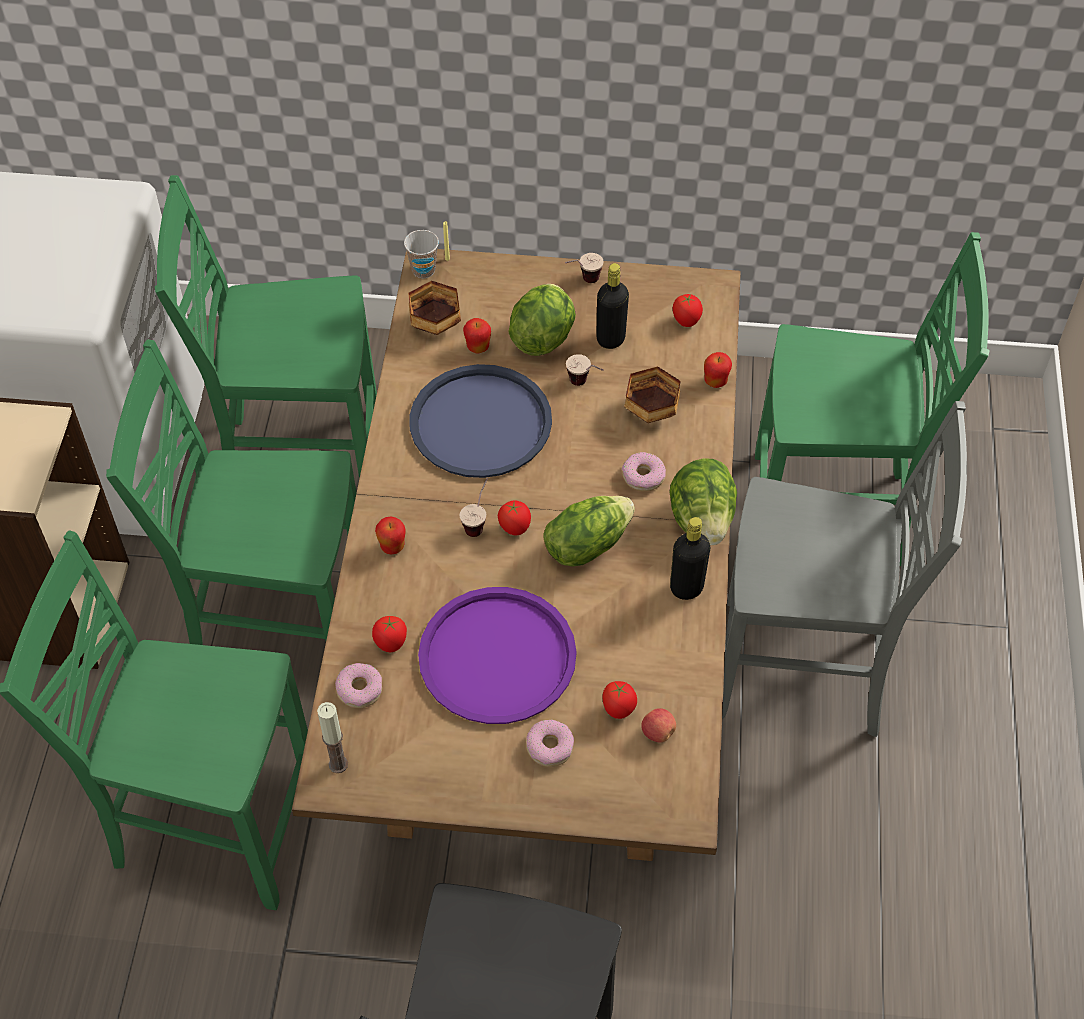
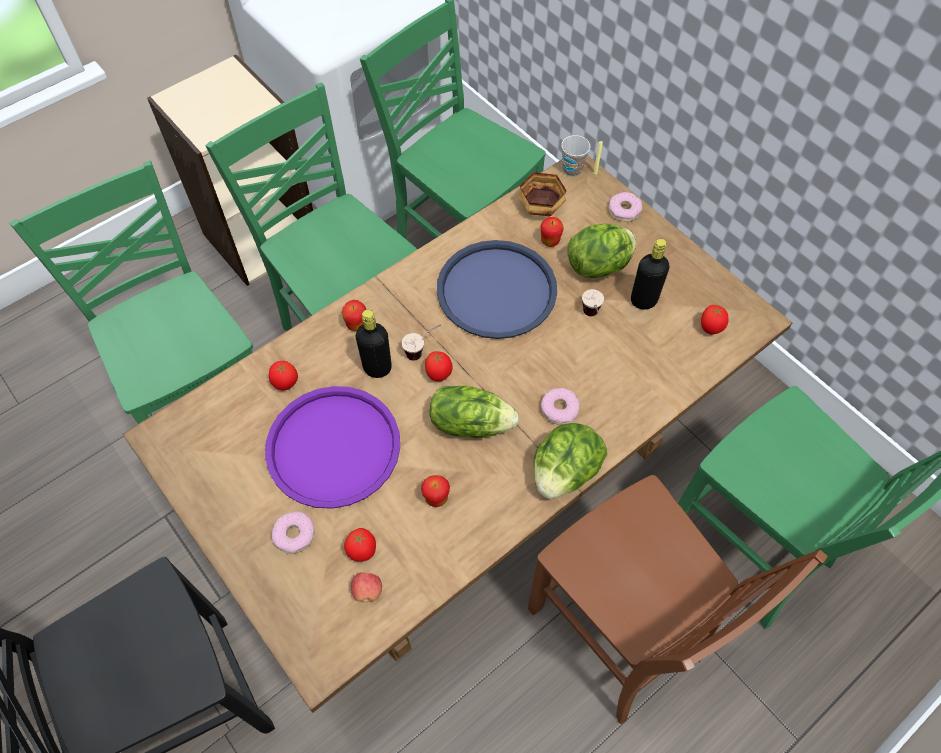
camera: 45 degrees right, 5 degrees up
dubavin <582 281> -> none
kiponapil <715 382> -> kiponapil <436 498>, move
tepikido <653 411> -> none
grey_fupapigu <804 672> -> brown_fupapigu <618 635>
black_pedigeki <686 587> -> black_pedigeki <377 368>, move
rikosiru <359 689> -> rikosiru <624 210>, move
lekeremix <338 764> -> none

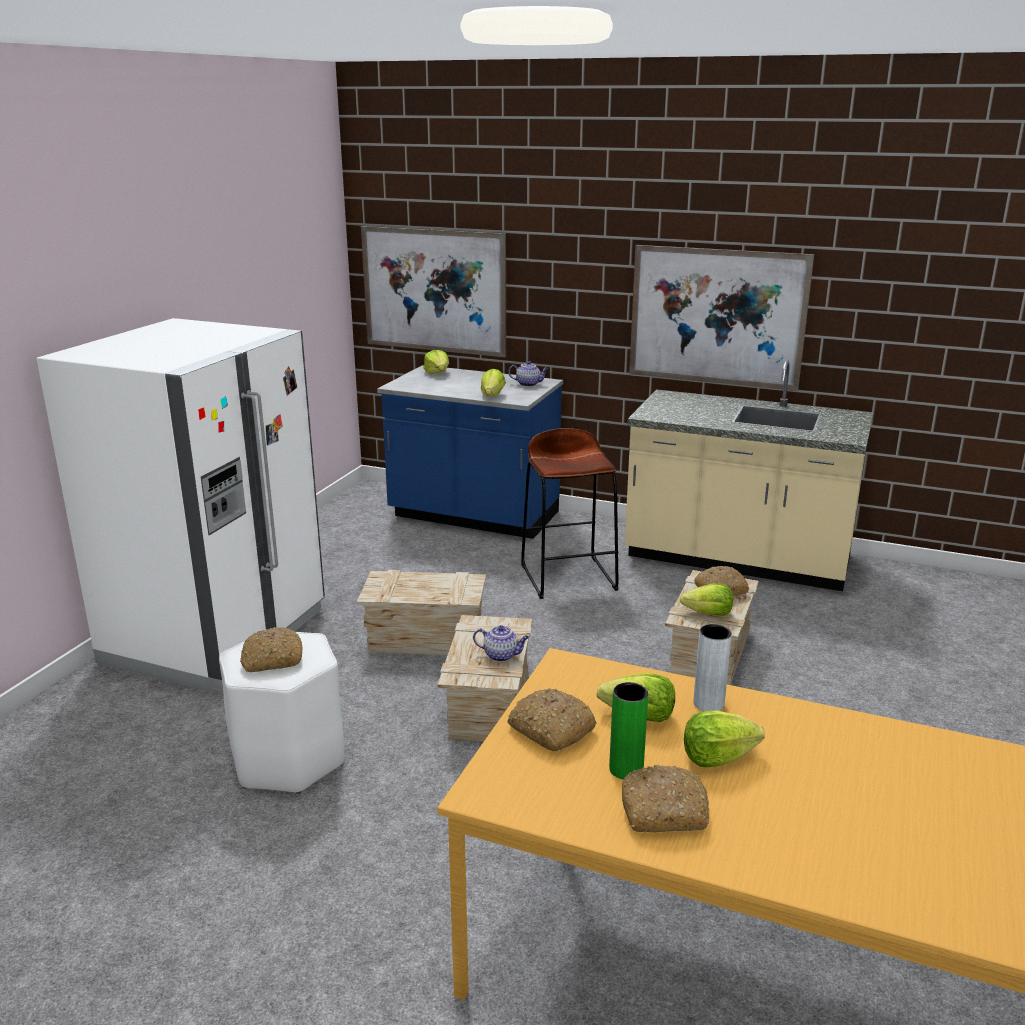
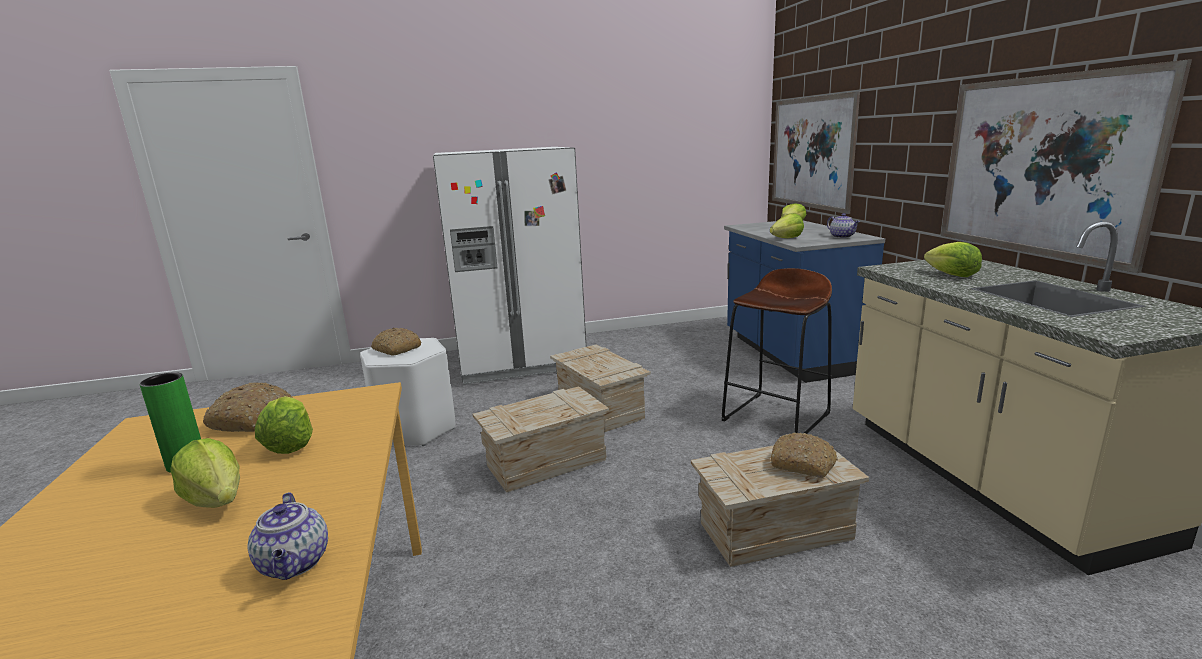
camera: 55 degrees right, 5 degrees down
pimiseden <708 613> -> pimiseden <951 275>, move
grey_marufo <708 704> -> none
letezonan <501 655> -> letezonan <295 564>, move
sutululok <665 810> -> none

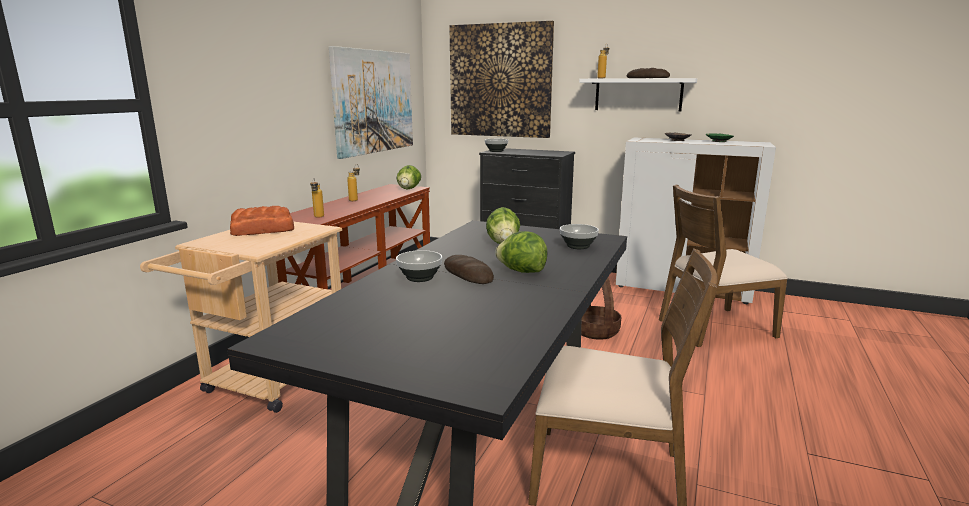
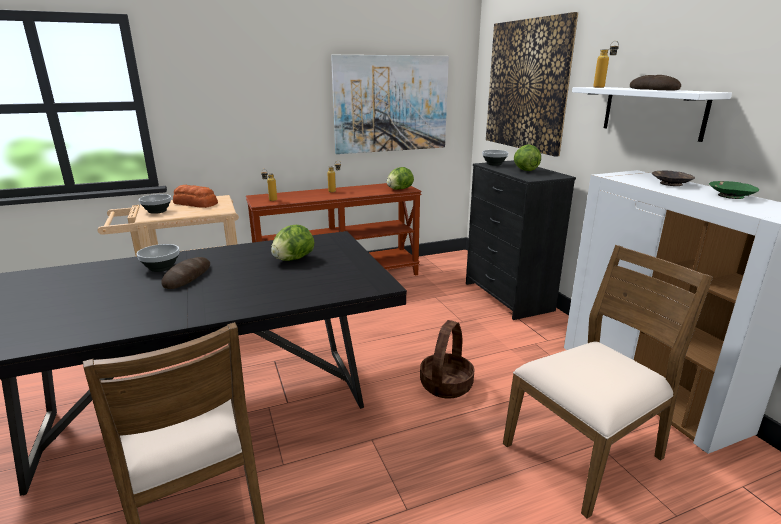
camera: 45 degrees right, 5 degrees up
brown_fupapigu <714 327> -> brown_fupapigu <585 452>, 120 degrees clockwise
tepikido <577 246> -> tepikido <157 211>, move
pimiseden <521 271> -> pimiseden <525 170>, move

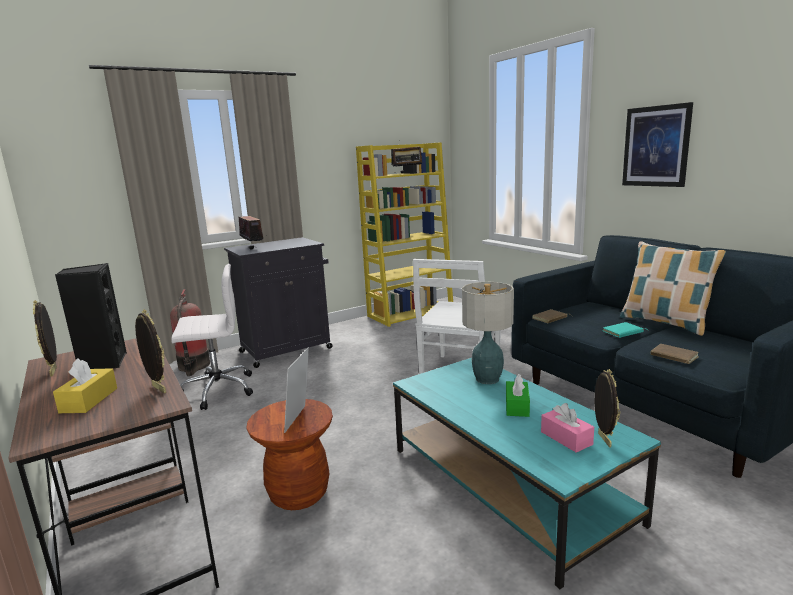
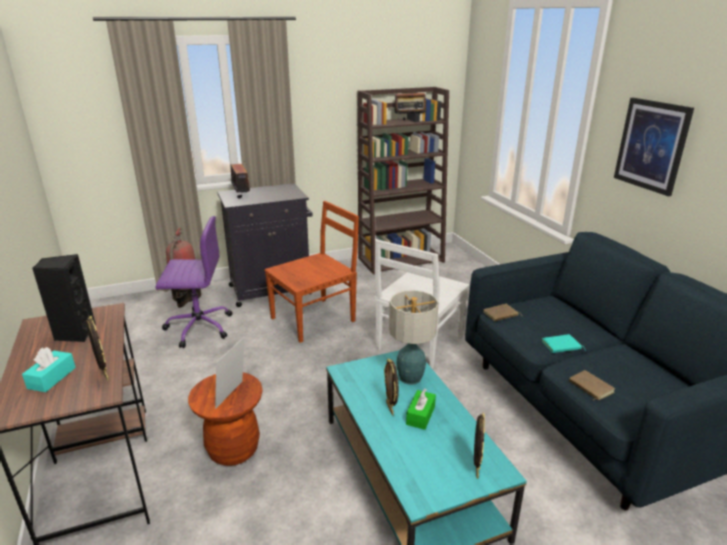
camera: 10 degrees right, 10 degrees up
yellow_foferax <411 313> -> brown_foferax <401 259>
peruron <665 323> -> none
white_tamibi <216 390> -> purple_tamibi <198 327>
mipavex <55 371> -> mipavex <390 408>, move
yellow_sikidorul <89 400> -> turquoise_sikidorul <52 378>
pink_sikidorul <566 438> -> none
none -> brown_fupapigu <315 319>

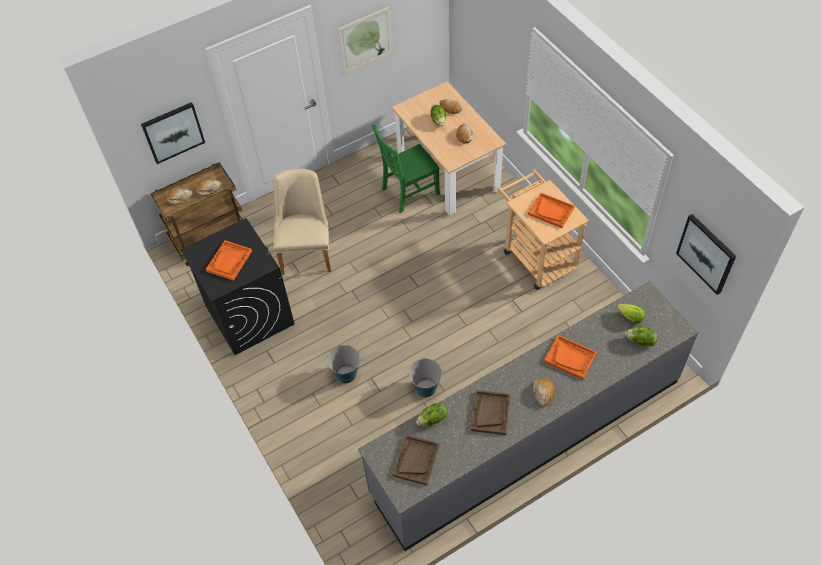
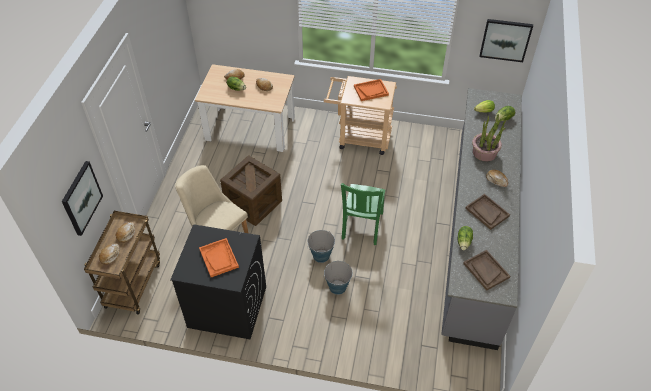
camera: 50 degrees left, 5 degrees down
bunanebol <365 41> -> none
green_fupapigu <408 192> -> green_fupapigu <362 227>, move
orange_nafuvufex <570 358> -> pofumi <484 152>
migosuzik <425 388> -> migosuzik <321 255>, move
none -> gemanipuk <253 204>

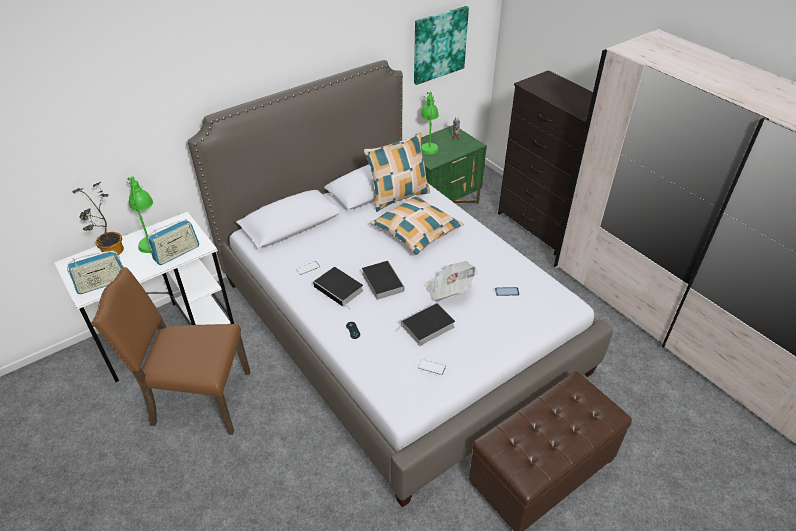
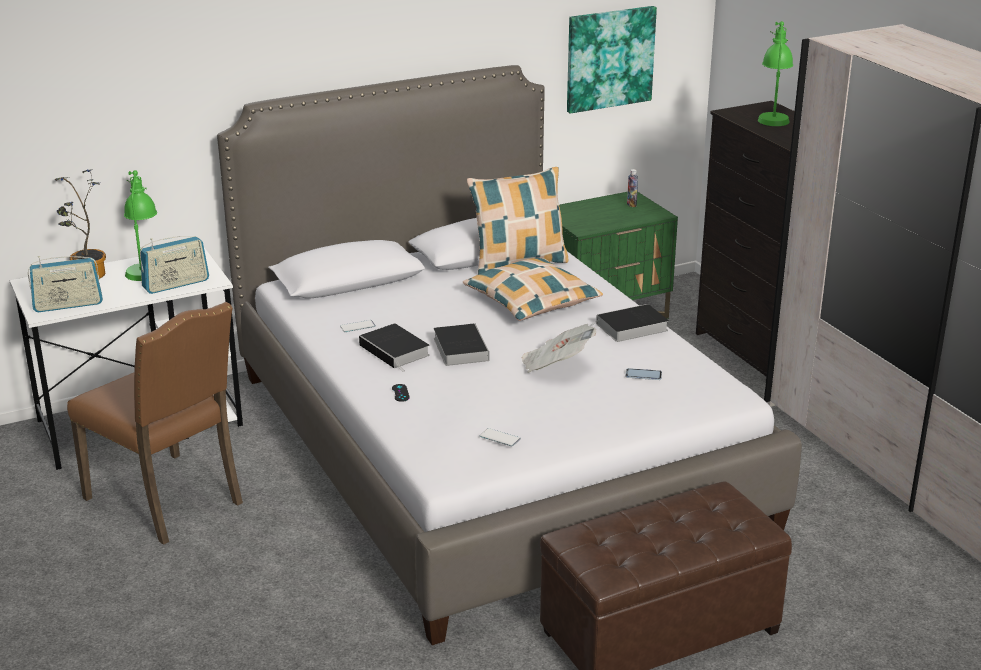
camera: 10 degrees right, 15 degrees down
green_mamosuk <428 145> -> green_mamosuk <772 116>, move
brown_fupapigu <198 400> -> brown_fupapigu <168 500>, 150 degrees counterclockwise
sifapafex <426 327> -> sifapafex <630 328>, move

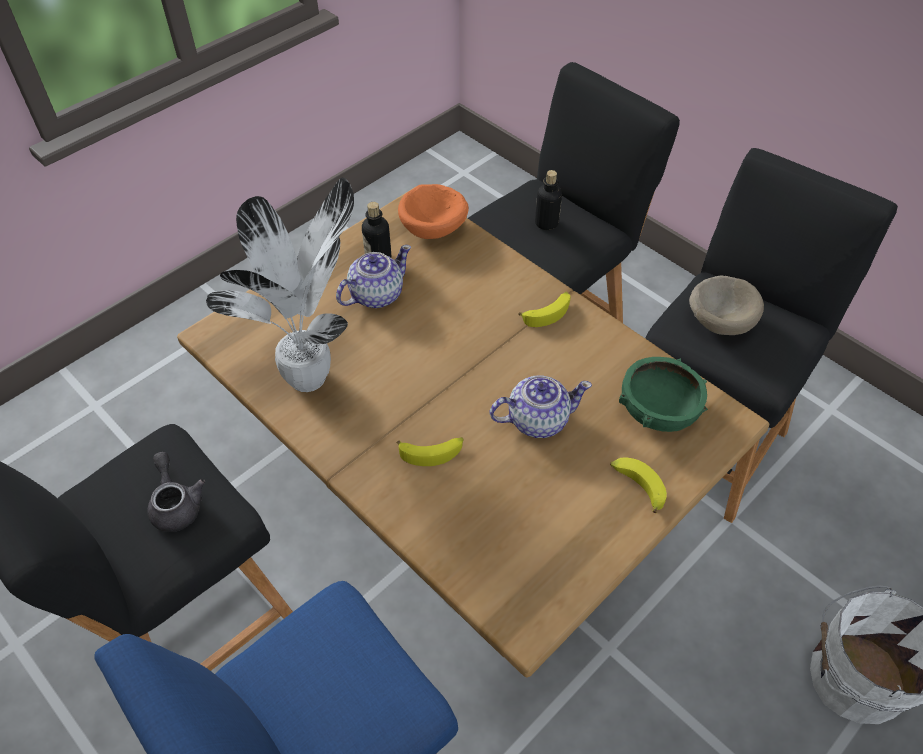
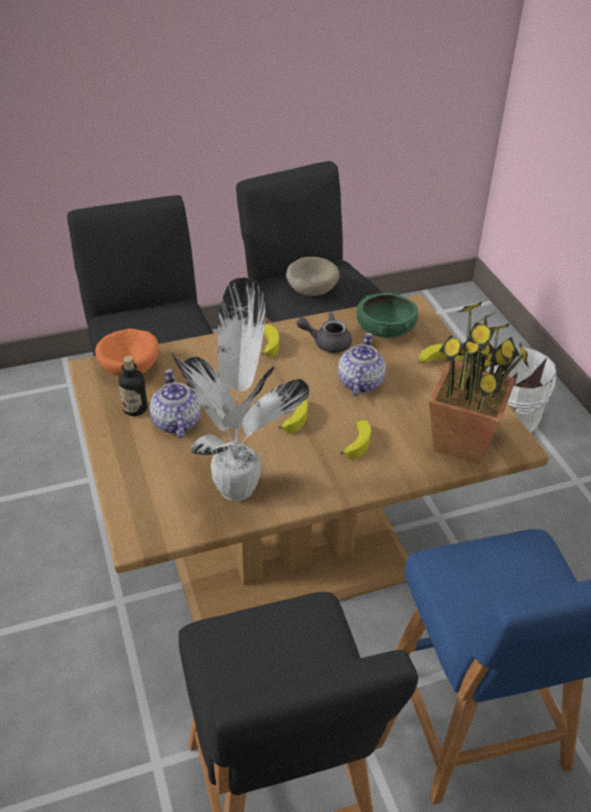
camera: 65 degrees left, 10 degrees down
pedigeki <546 223> -> none
grey_letezonan <176 504> -> grey_letezonan <326 343>, move
none -> pofumi <462 442>
none -> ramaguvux <294 417>

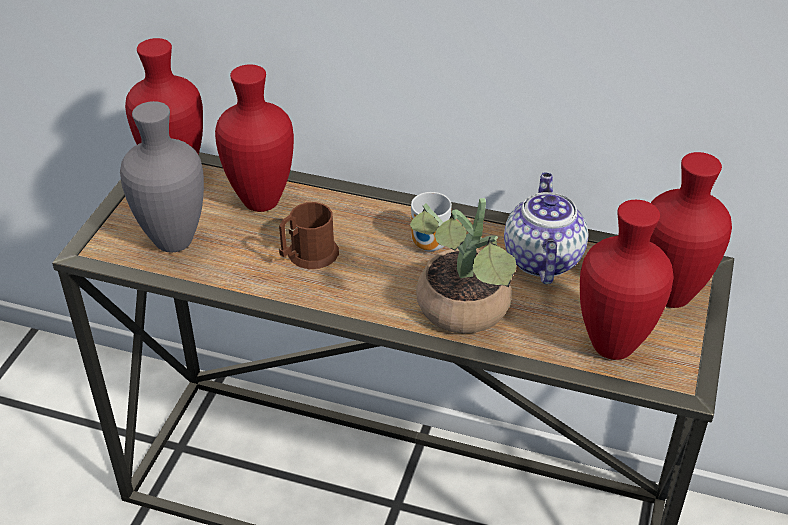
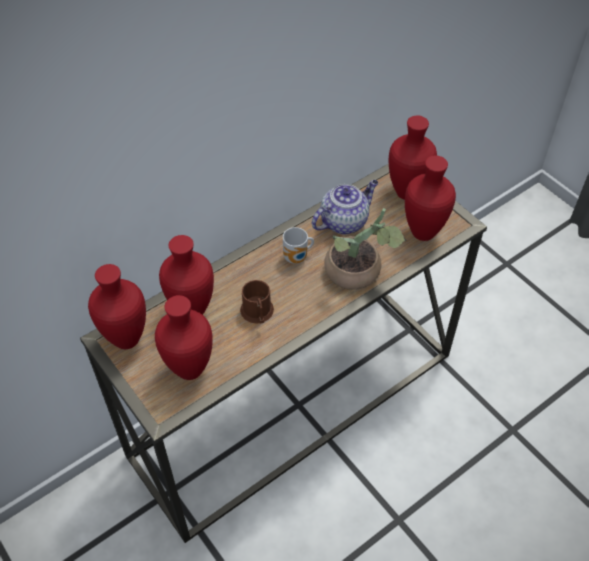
camera: 55 degrees left, 10 degrees up
grey_marufo <171 242> -> red_marufo <189 371>
letezonan <541 258> -> letezonan <344 221>, 105 degrees clockwise

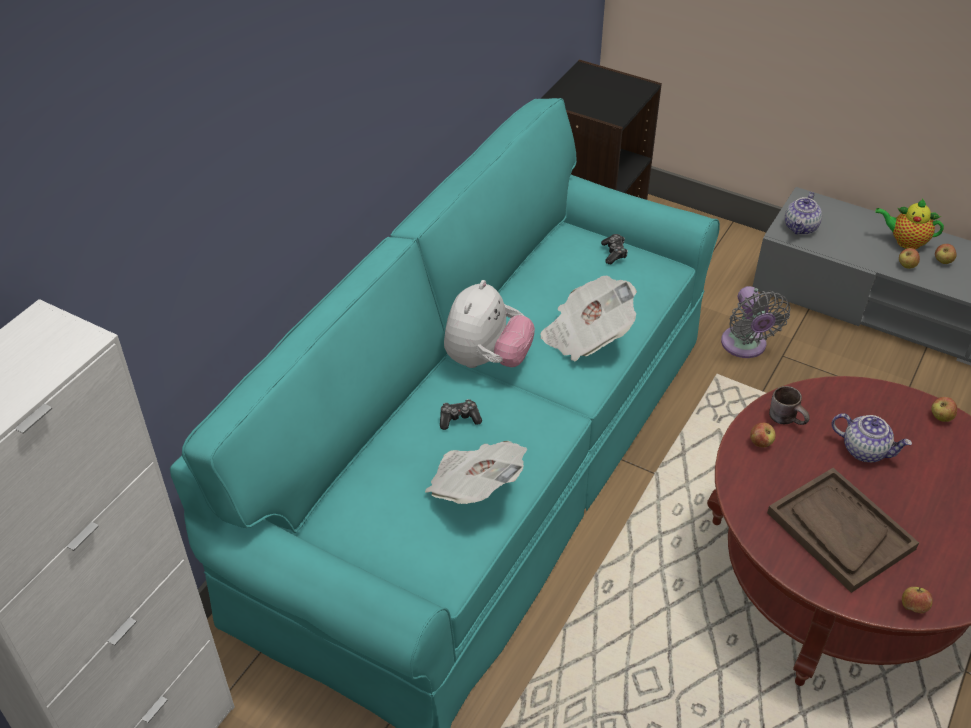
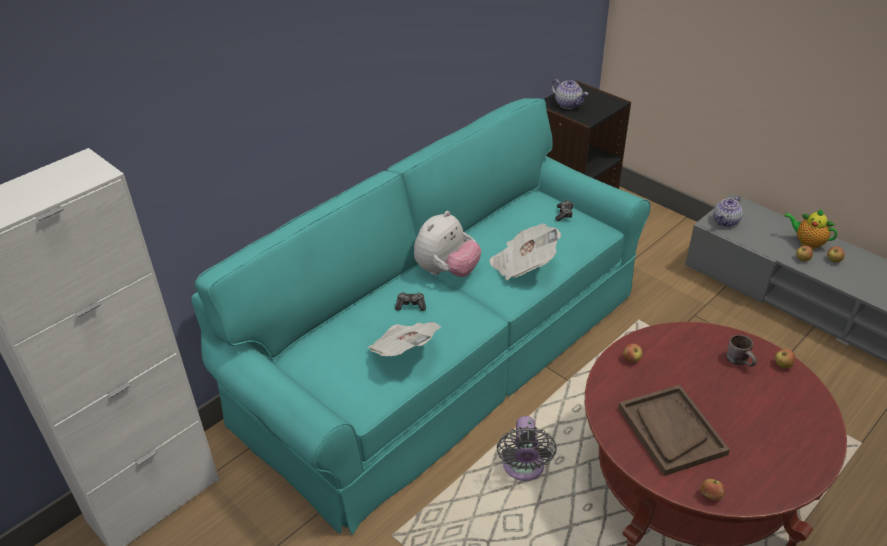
camera: 15 degrees right, 5 degrees down
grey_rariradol <745 346> -> grey_rariradol <523 469>, move
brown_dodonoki <788 418> -> brown_dodonoki <741 360>, move
letezonan <865 450> -> letezonan <568 104>, move

